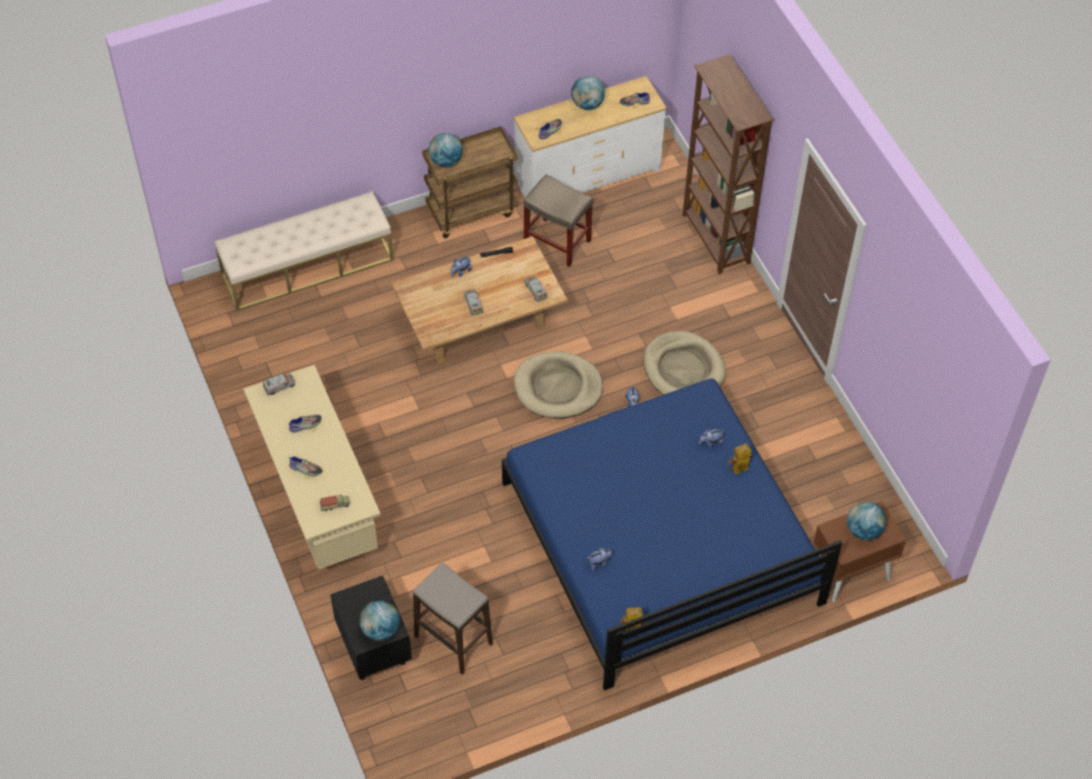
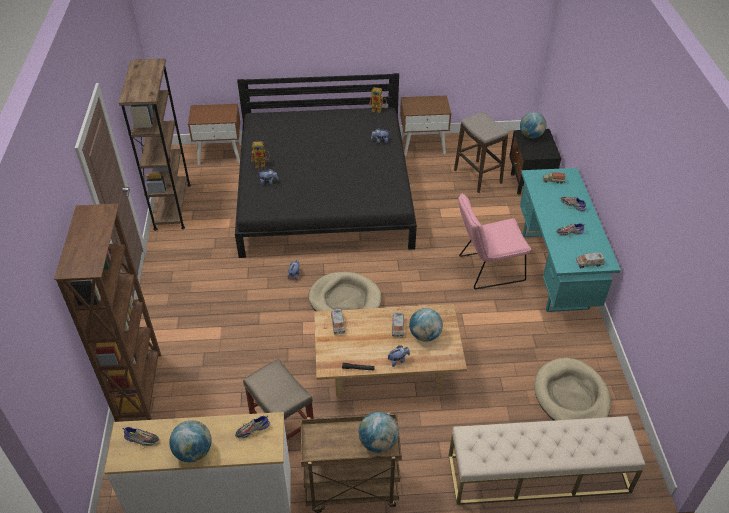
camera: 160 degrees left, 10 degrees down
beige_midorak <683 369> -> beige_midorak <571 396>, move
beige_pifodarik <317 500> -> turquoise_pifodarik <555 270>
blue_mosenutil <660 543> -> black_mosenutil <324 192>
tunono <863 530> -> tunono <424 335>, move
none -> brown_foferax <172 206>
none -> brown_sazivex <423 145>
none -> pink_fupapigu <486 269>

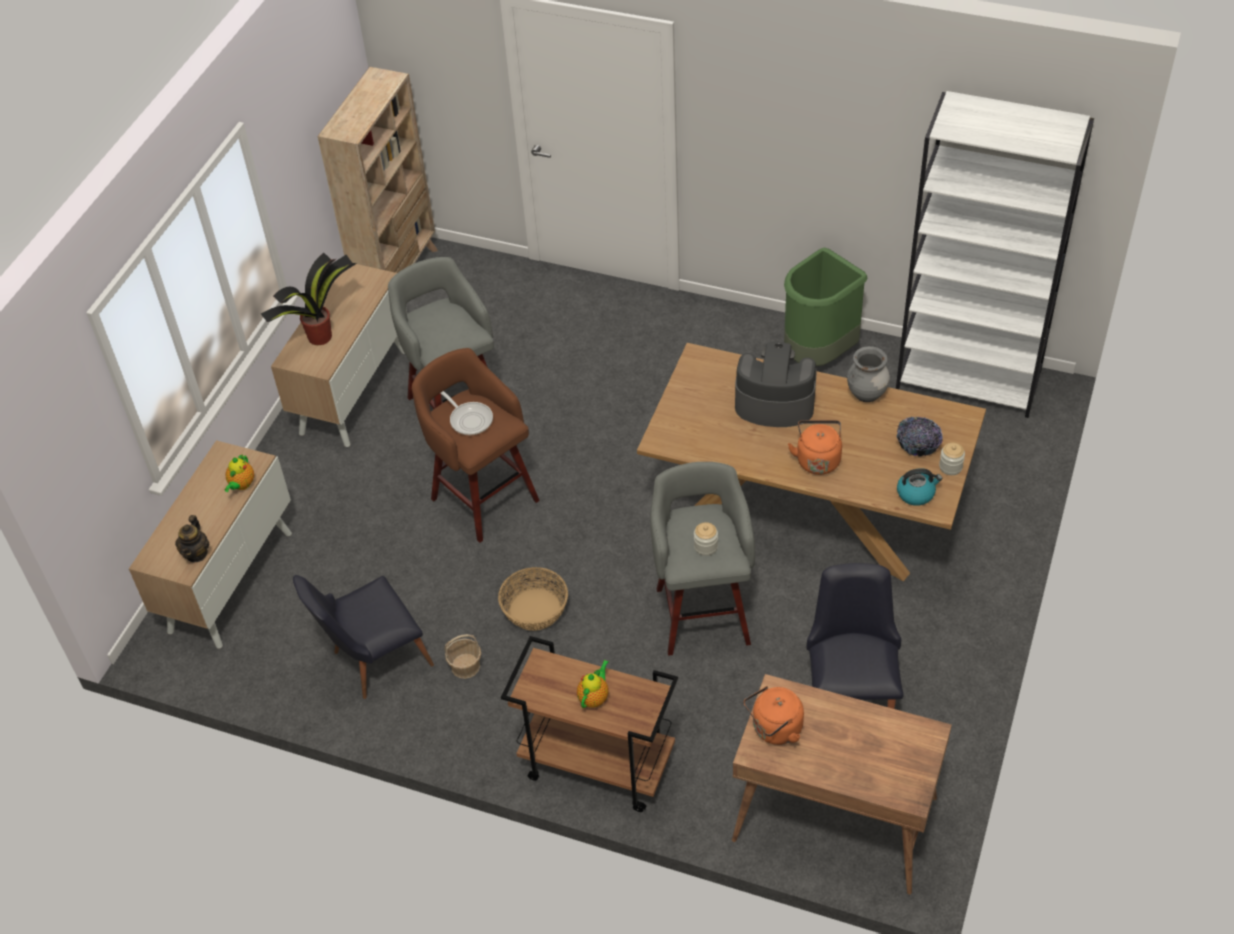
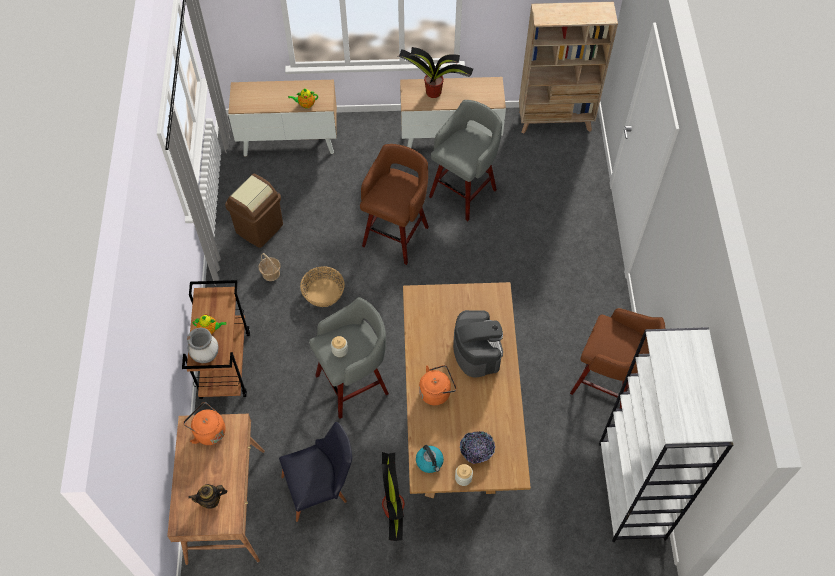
camera: 65 degrees right, 10 degrees up
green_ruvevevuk <818 354> -> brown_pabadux <607 383>
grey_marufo <866 394> -> grey_marufo <206 355>, move
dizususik <469 419> -> none
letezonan <196 553> -> letezonan <211 500>, move
black_fupapigu <373 661> -> brown_ruvevevuk <259 228>
none -> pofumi <393 512>

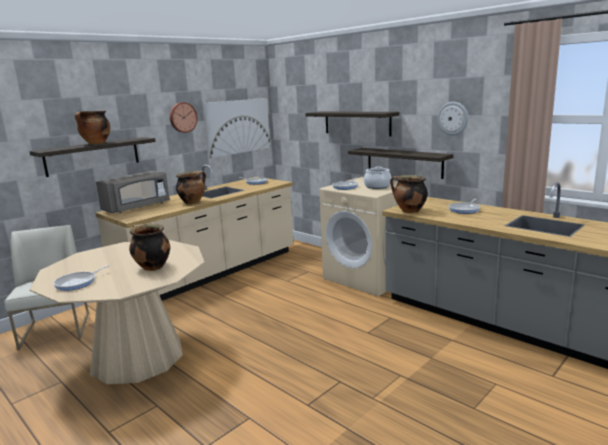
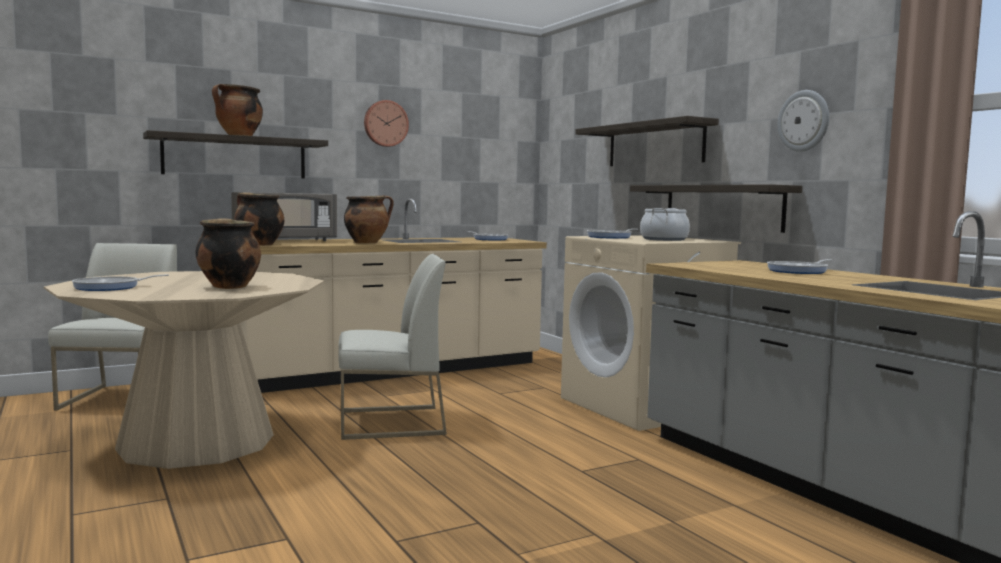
camera: 15 degrees right, 10 degrees down
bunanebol <238 126> -> none
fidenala <409 211> -> fidenala <258 245>, move
none -> white_fupapigu <390 423>

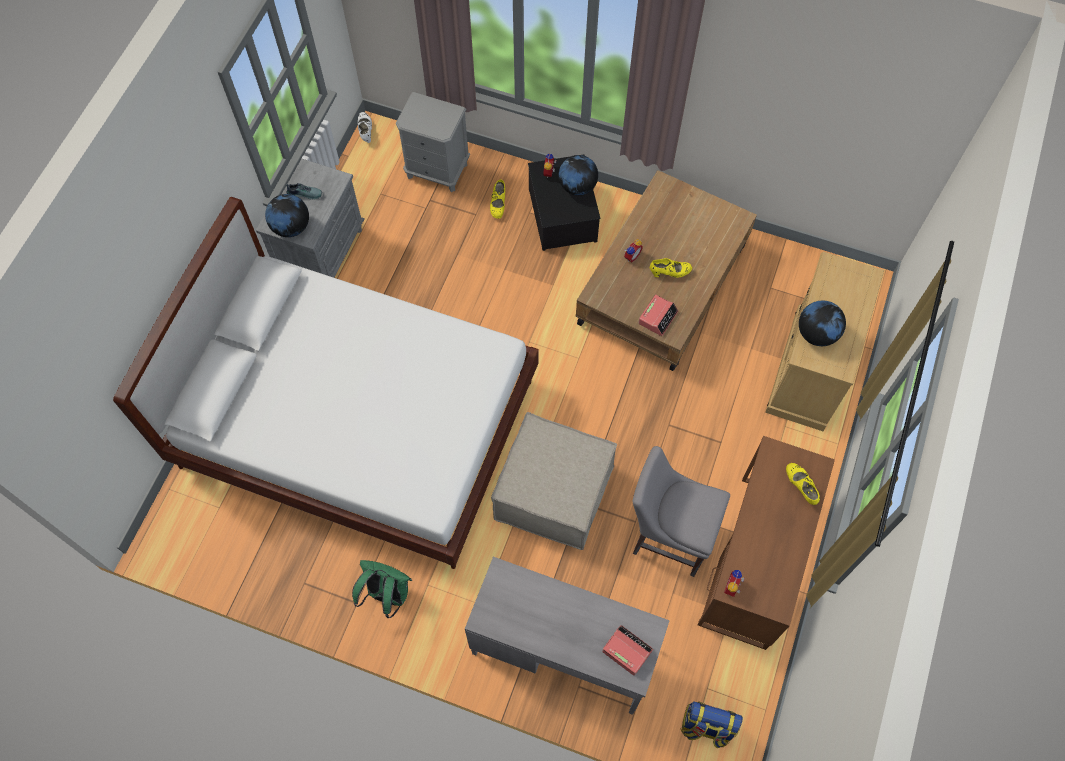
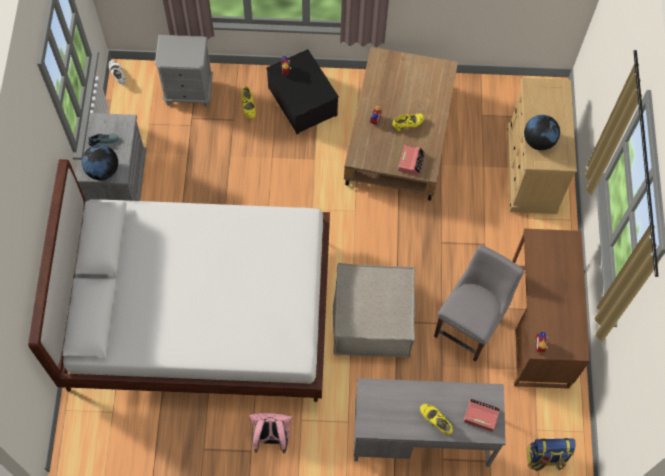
camera: 20 degrees left, 0 degrees up
tunono <577 186> -> none
grey_fupapigu <668 535> -> grey_fupapigu <469 326>, 120 degrees clockwise
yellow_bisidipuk <800 487> -> yellow_bisidipuk <435 421>, move
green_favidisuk <386 594> -> pink_favidisuk <271 437>

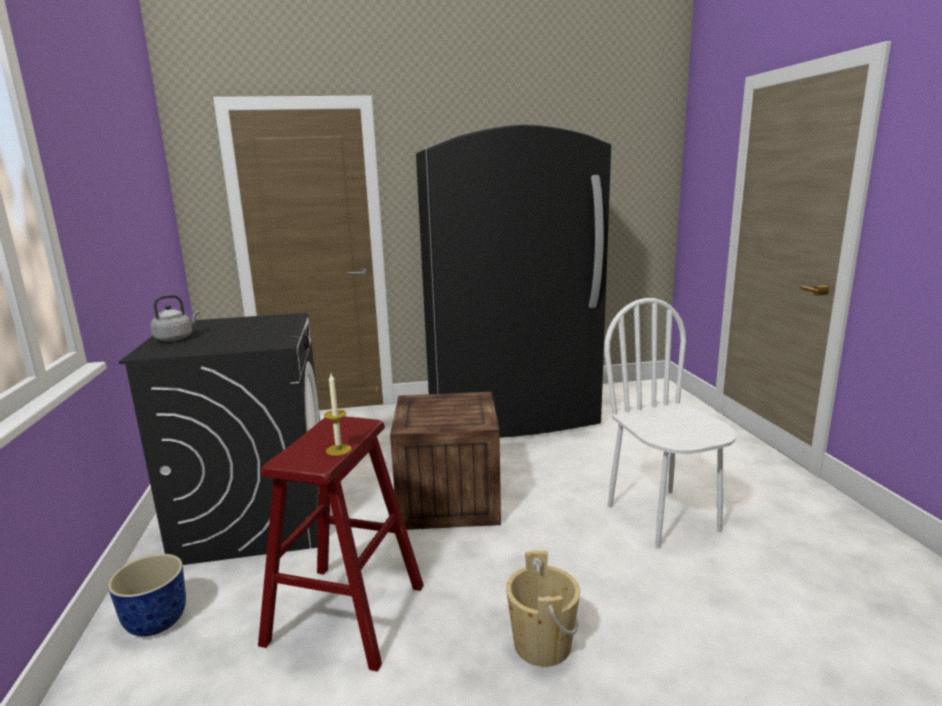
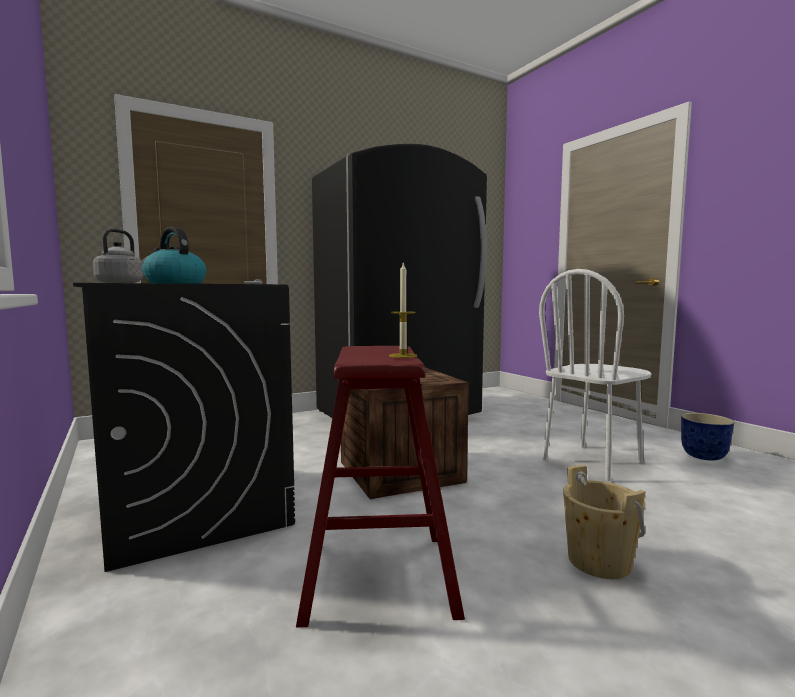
camera: 20 degrees left, 10 degrees down
white_fupapigu <663 517> -> white_fupapigu <592 461>, 90 degrees counterclockwise
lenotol <156 622> -> lenotol <703 456>, move
none -> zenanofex <174 283>

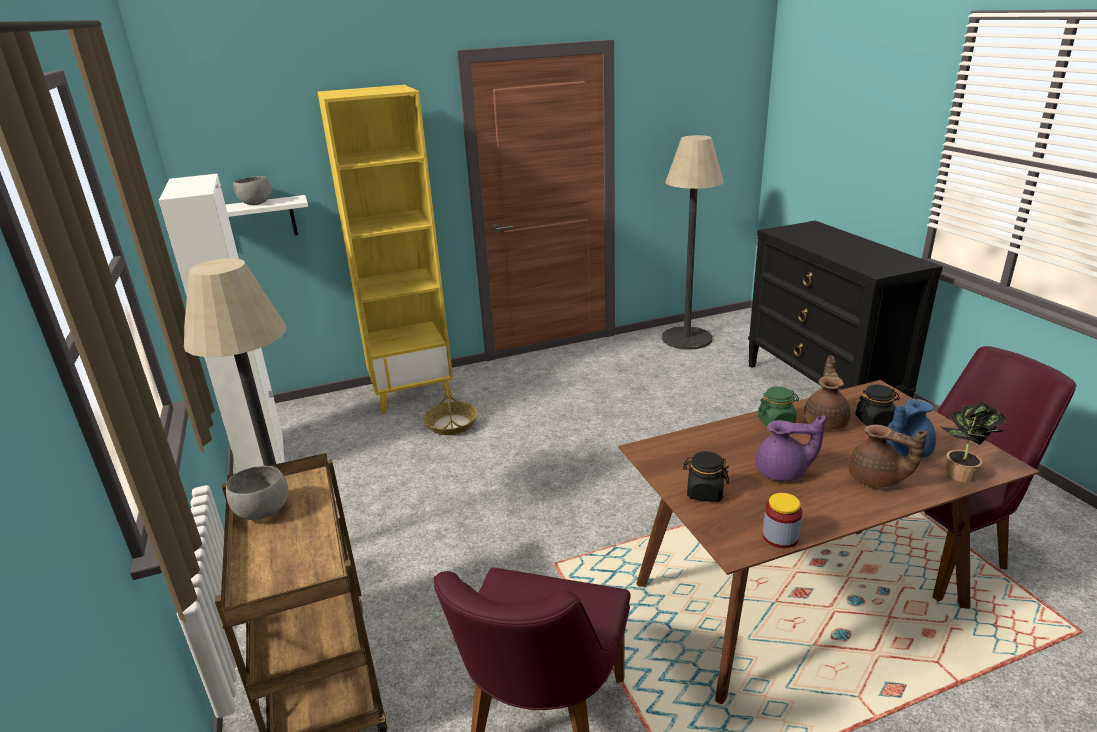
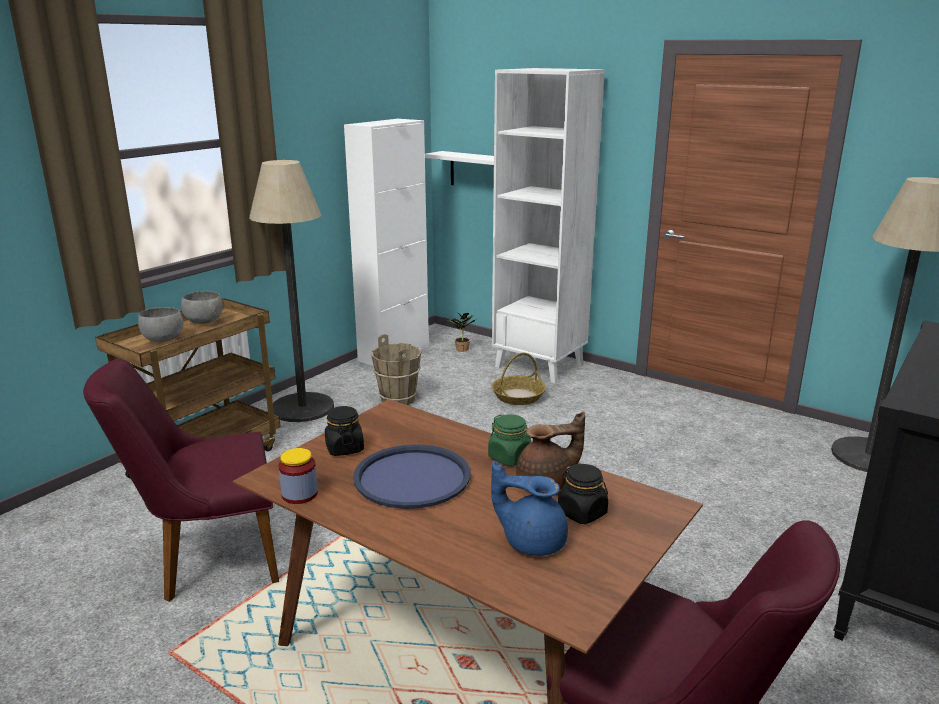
camera: 55 degrees right, 5 degrees down
yellow_foferax <412 393> -> white_foferax <540 365>
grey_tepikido <255 204> -> grey_tepikido <162 340>, move
pofumi <962 477> -> pofumi <460 349>, move
purple_letezonan <783 472> -> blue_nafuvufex <412 477>
brown_letezonan <876 479> -> none
none -> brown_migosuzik <398 399>

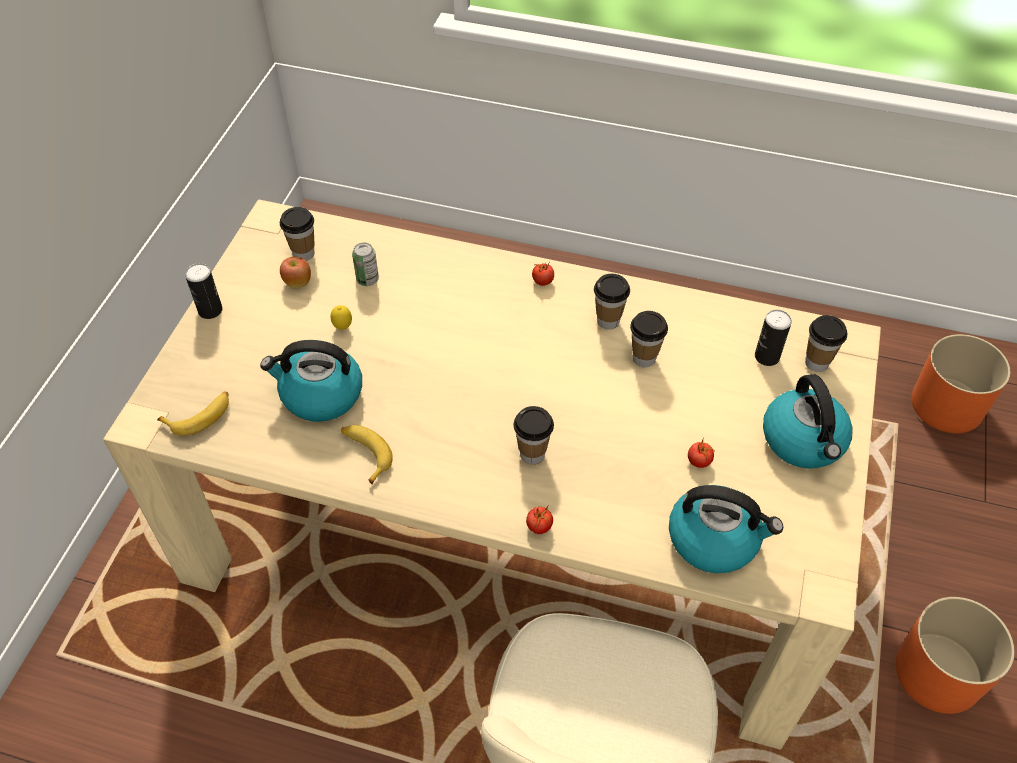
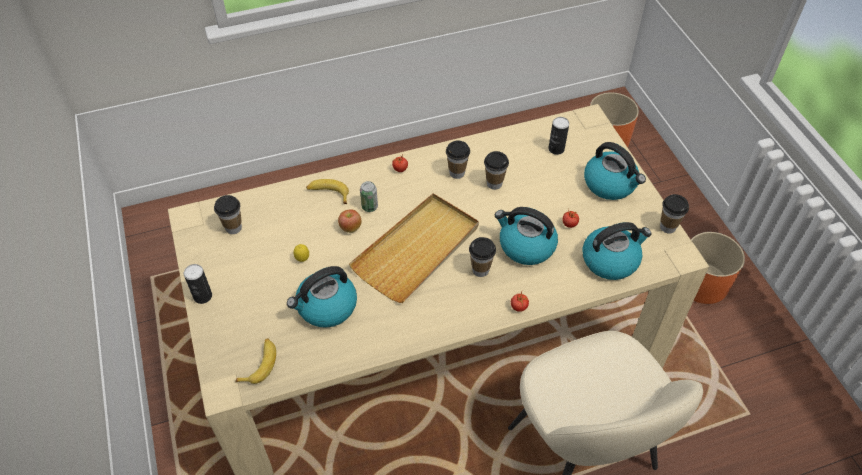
camera: 35 degrees left, 0 degrees up
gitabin <367 279> -> gitabin <369 207>, move
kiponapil <298 283> -> kiponapil <350 228>, move
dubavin <816 363> -> dubavin <667 227>, move
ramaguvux <365 454> -> ramaguvux <328 193>, move
none -> beige_nafuvufex <417 250>
none -> zenanofex <525 246>

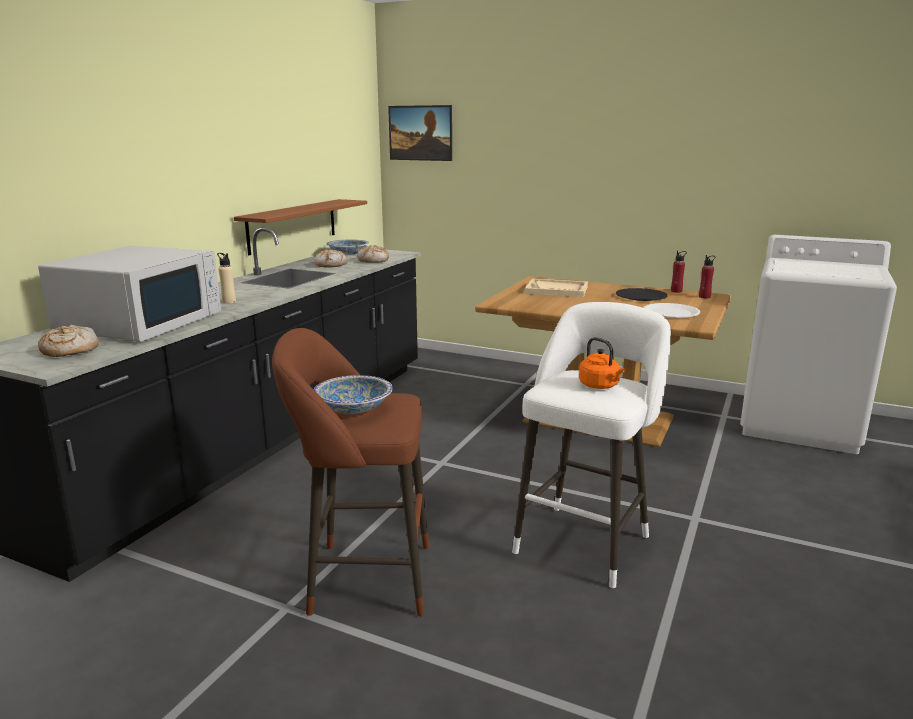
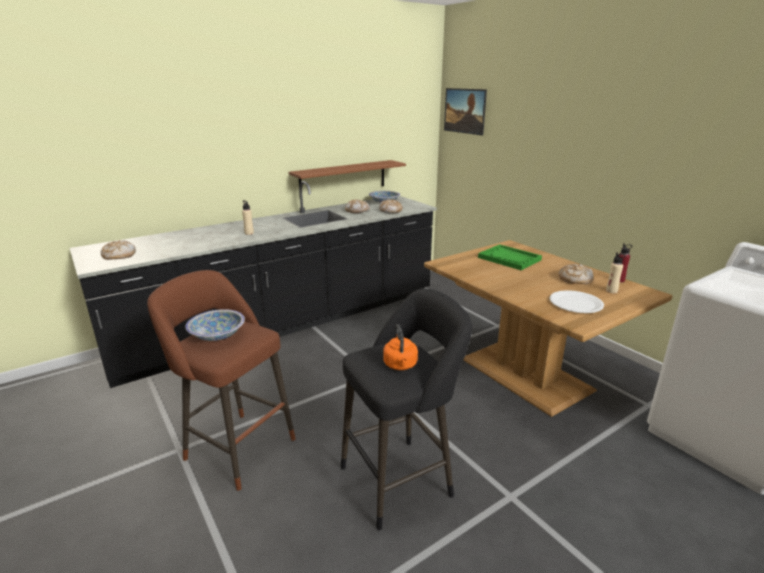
camera: 30 degrees right, 5 degrees up
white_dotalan <142 322> -> none
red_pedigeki <704 297> -> none
beige_nafuvufex <556 290> -> green_nafuvufex <509 259>
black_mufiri <640 296> -> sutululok <574 279>
white_pabadux <585 540> -> black_pabadux <401 479>
none -> beige_pedigeki <611 291>

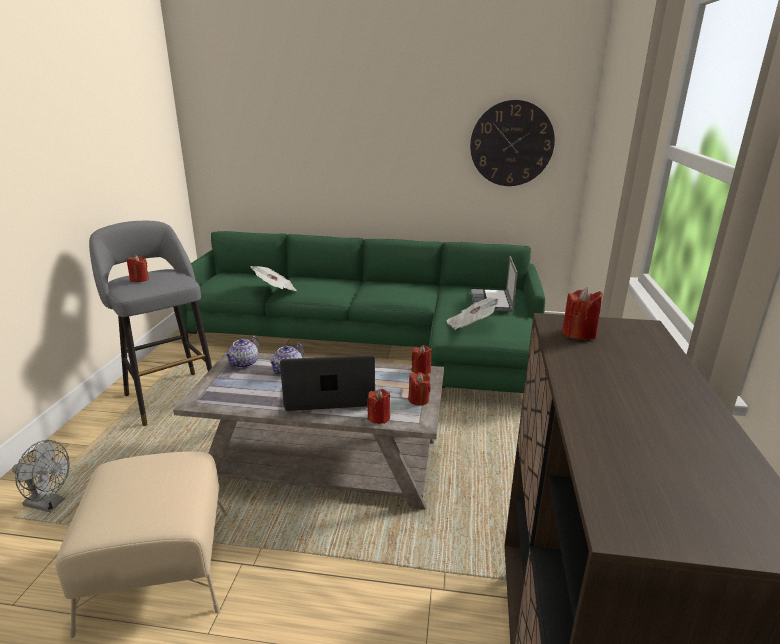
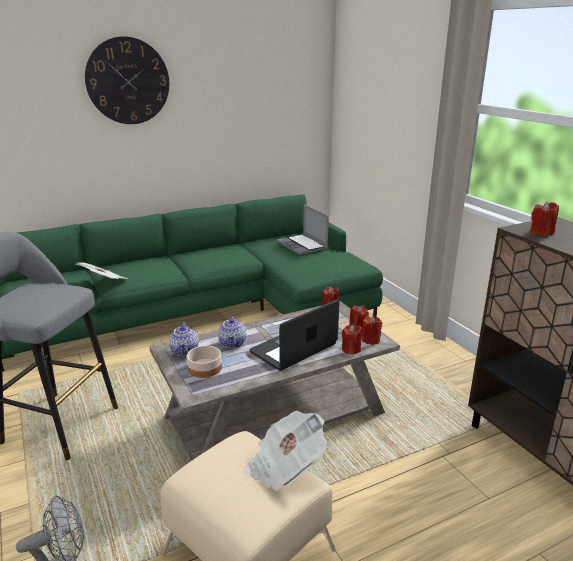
camera: 35 degrees left, 0 degrees up
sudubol <511 144> -> sudubol <128 81>, move
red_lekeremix <139 279> -> red_lekeremix <370 340>, move
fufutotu <471 325> -> fufutotu <285 466>, move
none -> tepikido <205 368>

